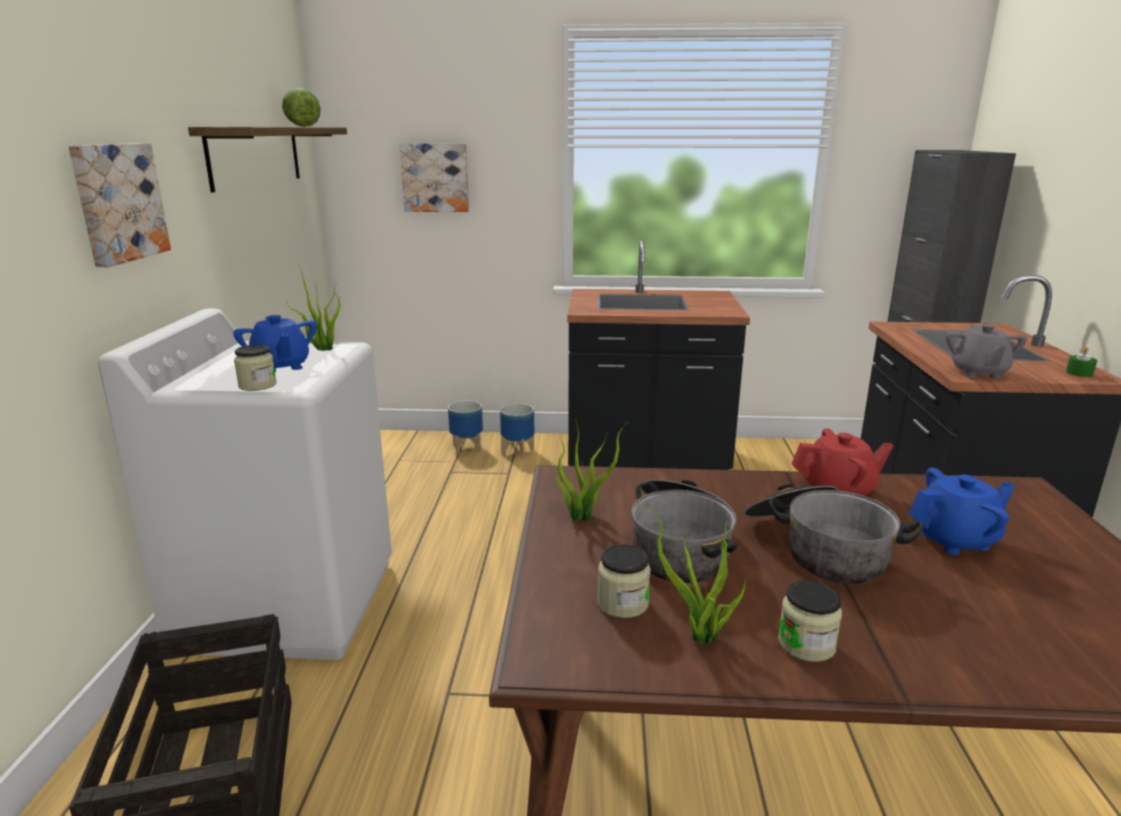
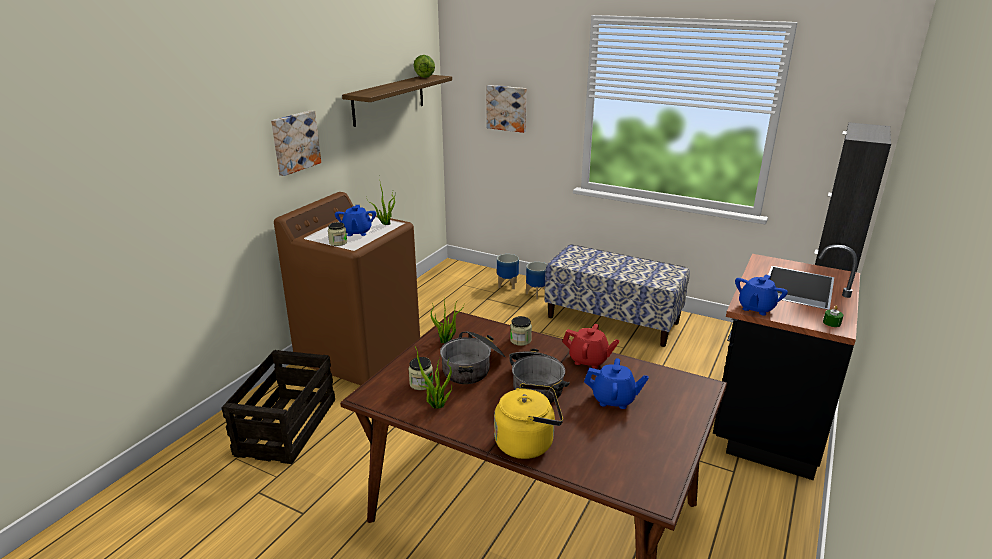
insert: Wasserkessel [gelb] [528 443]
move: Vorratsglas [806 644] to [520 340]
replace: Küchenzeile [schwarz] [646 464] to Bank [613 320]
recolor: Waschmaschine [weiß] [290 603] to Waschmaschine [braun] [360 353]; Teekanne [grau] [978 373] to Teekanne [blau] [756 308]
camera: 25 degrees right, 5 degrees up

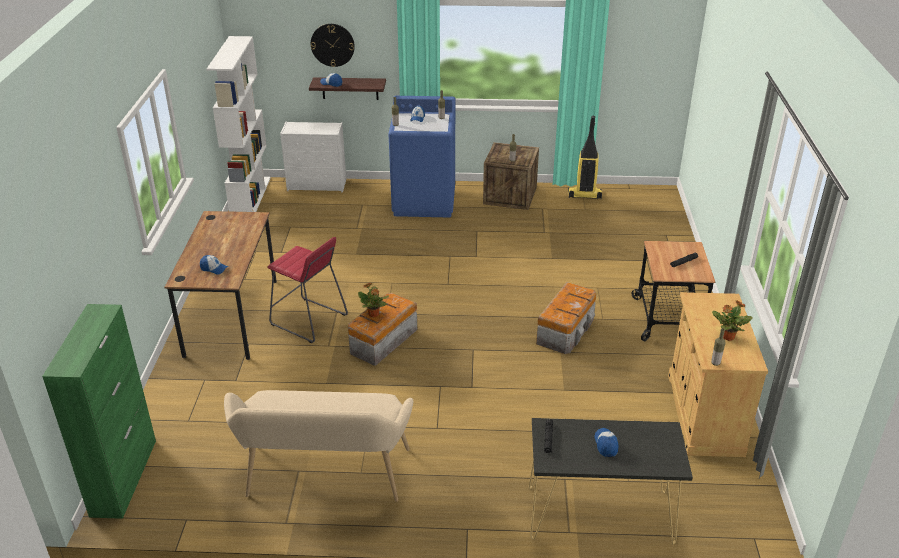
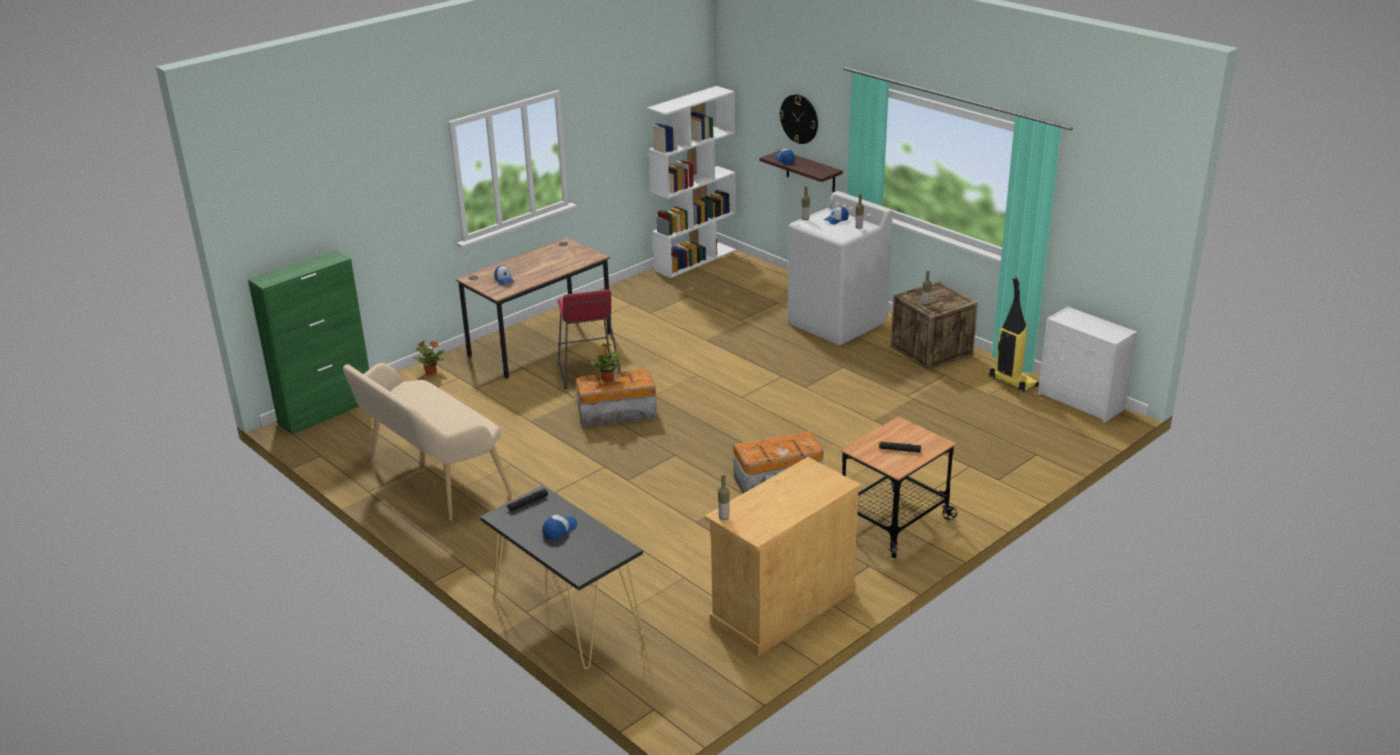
move: Kommode [weiß] [317 185] to [1082 402]; Topfpflanze [727 337] to [430 372]
recolor: Waschmaschine [blau] [424 202] to Waschmaschine [weiß] [837 322]
camera: 45 degrees right, 5 degrees down

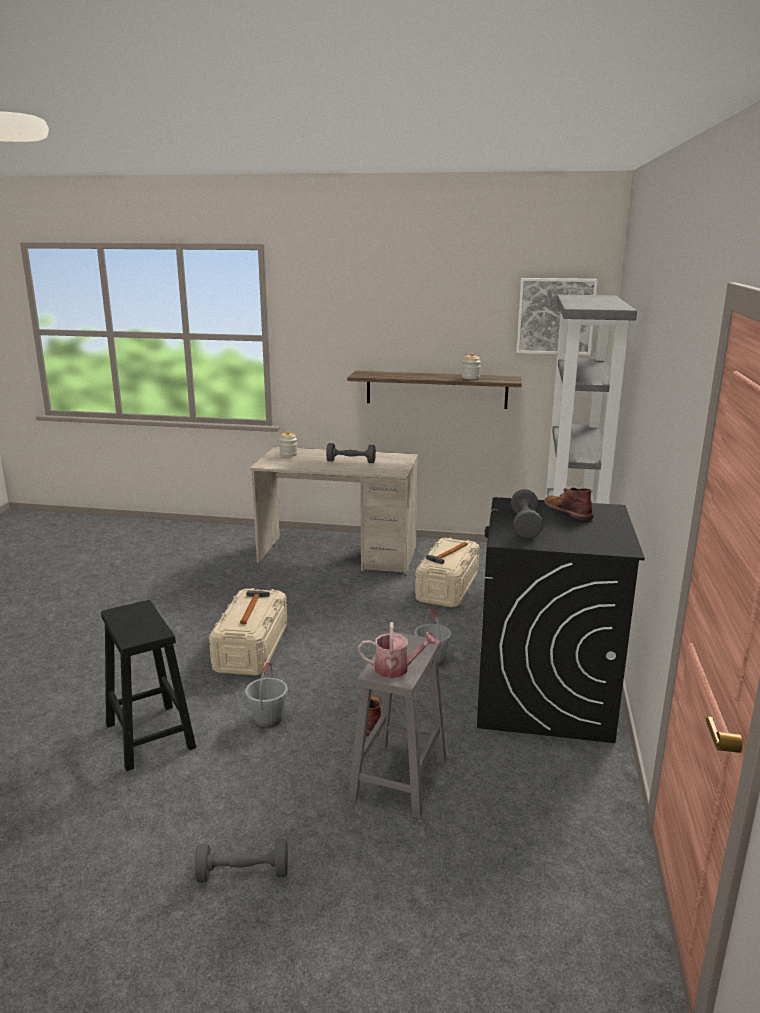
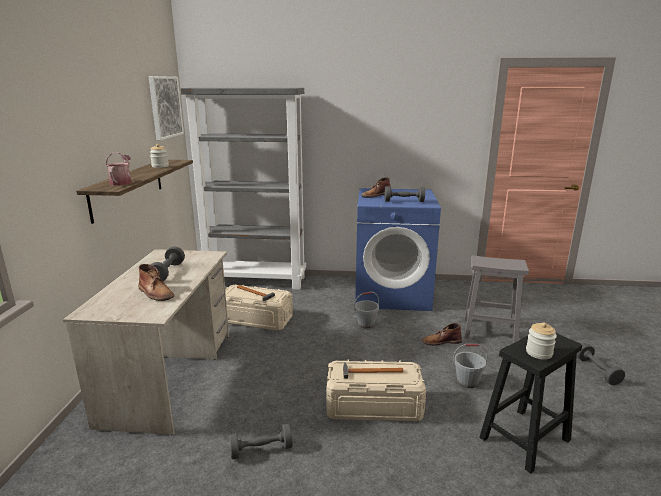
insert: Stiefel [braun] [156 293]; Hantel [grau] [261 450]
move: Vorratsglas [288 454] to [539 353]; Gießkanne [397 668] to [121 182]
recolor: Waschmaschine [schwarz] [544 696] to Waschmaschine [blau] [392 294]
camera: 95 degrees left, 0 degrees up

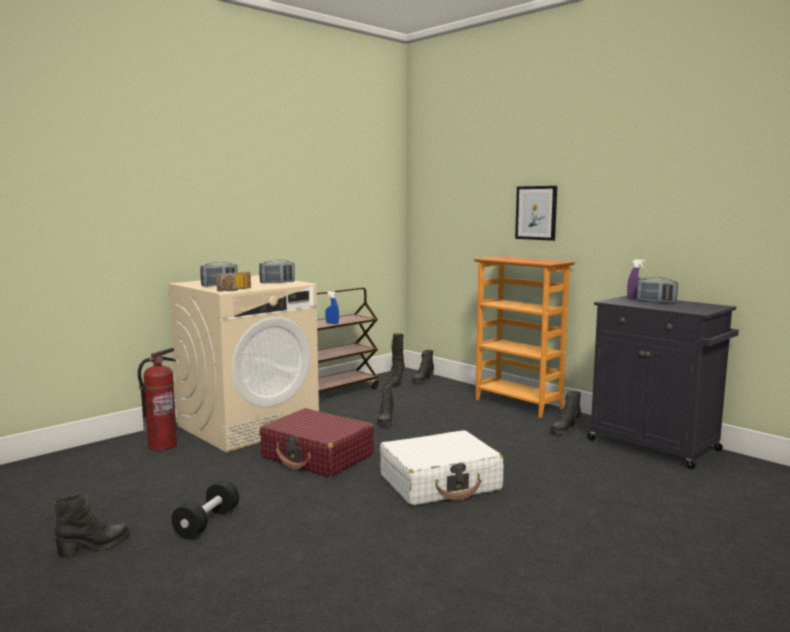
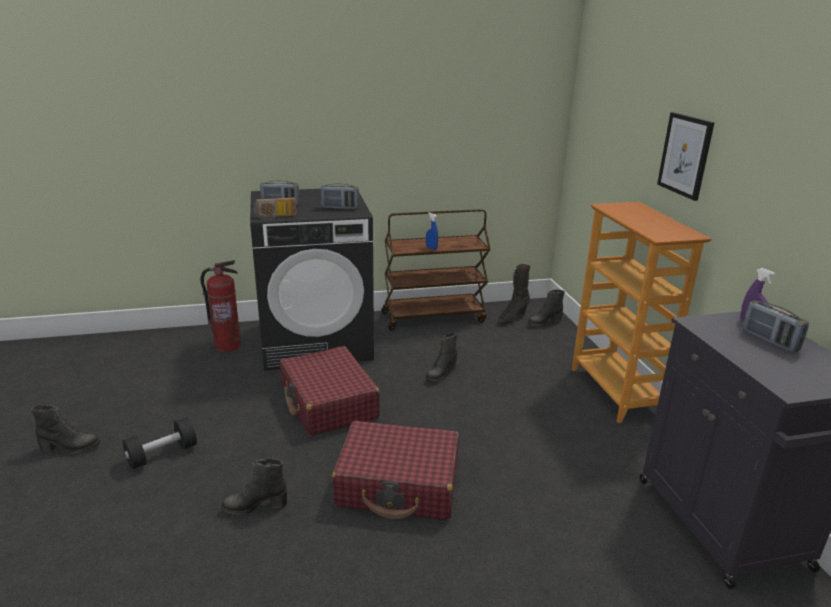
move: Stiefel [schwarz] [564 430] to [255 506]
recolor: Waschmaschine [beige] [248 425] to Waschmaschine [schwarz] [316 341]; Koffer [weiß] [440 483] to Koffer [rot] [398 484]
camera: 30 degrees right, 15 degrees up

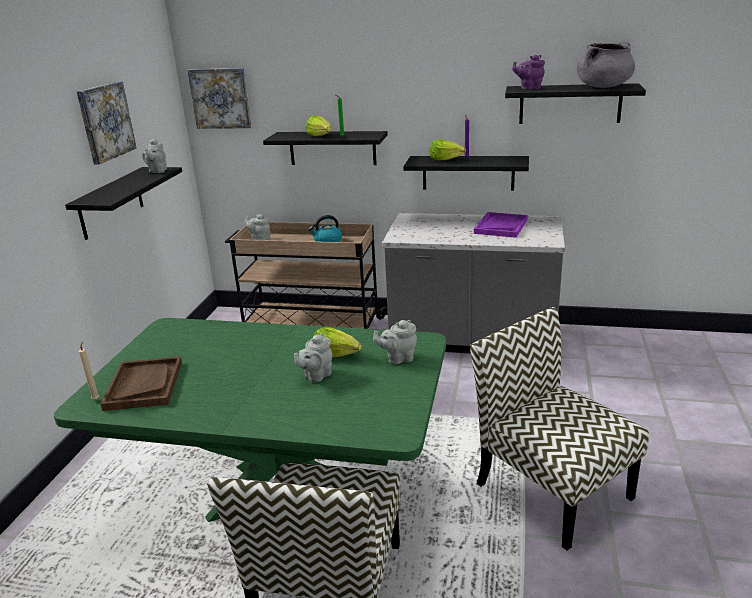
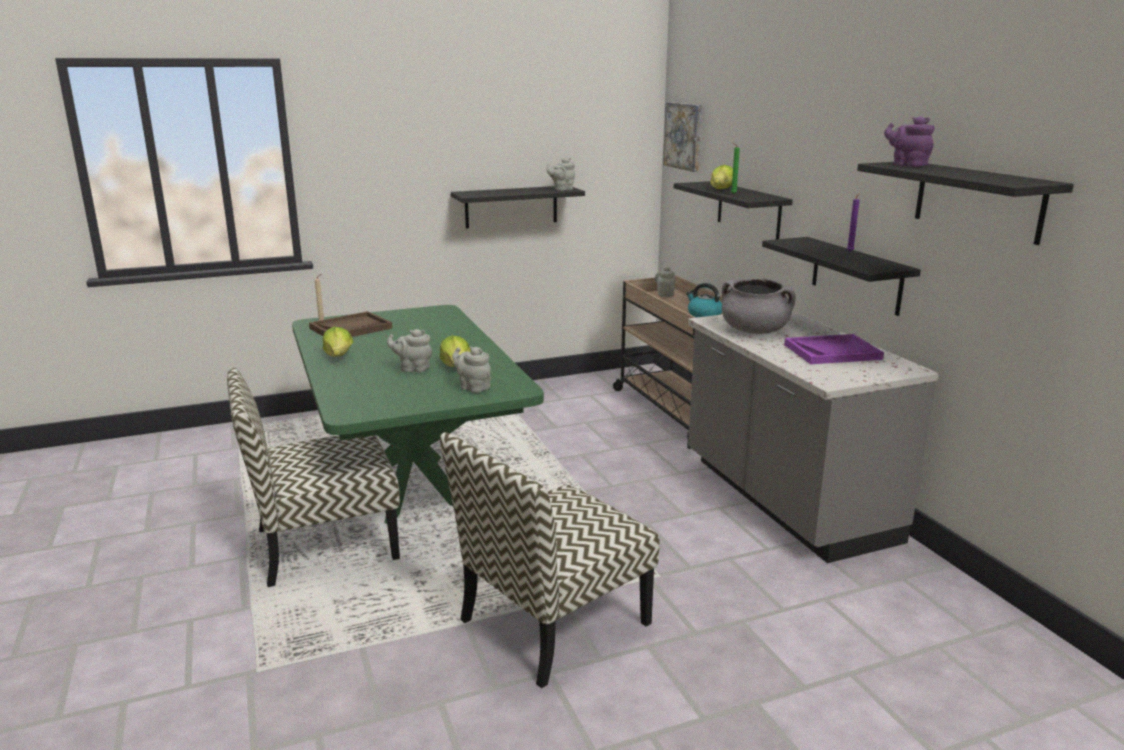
delete: Bild [105 121]
move: Salatkopf [446 159] to [339 356]; Kochtopf [grau] [603 87] to [754 331]
rotate: Stuhl [551 489] = [553 624] 150 degrees counterclockwise
camera: 55 degrees right, 5 degrees down

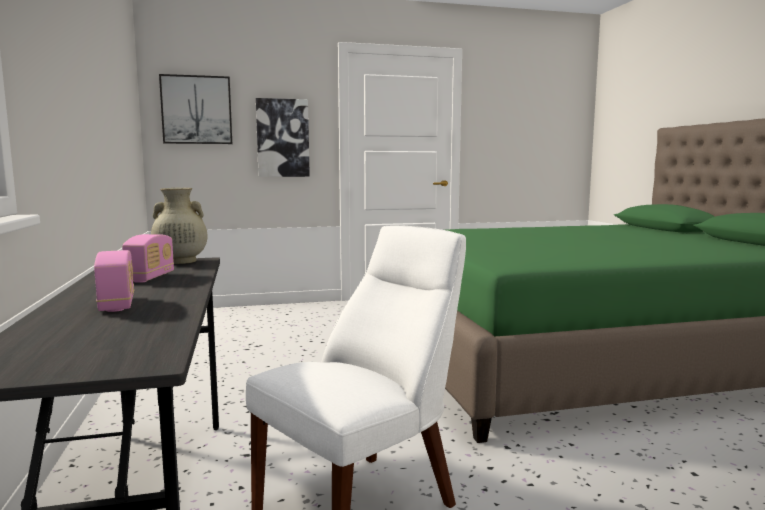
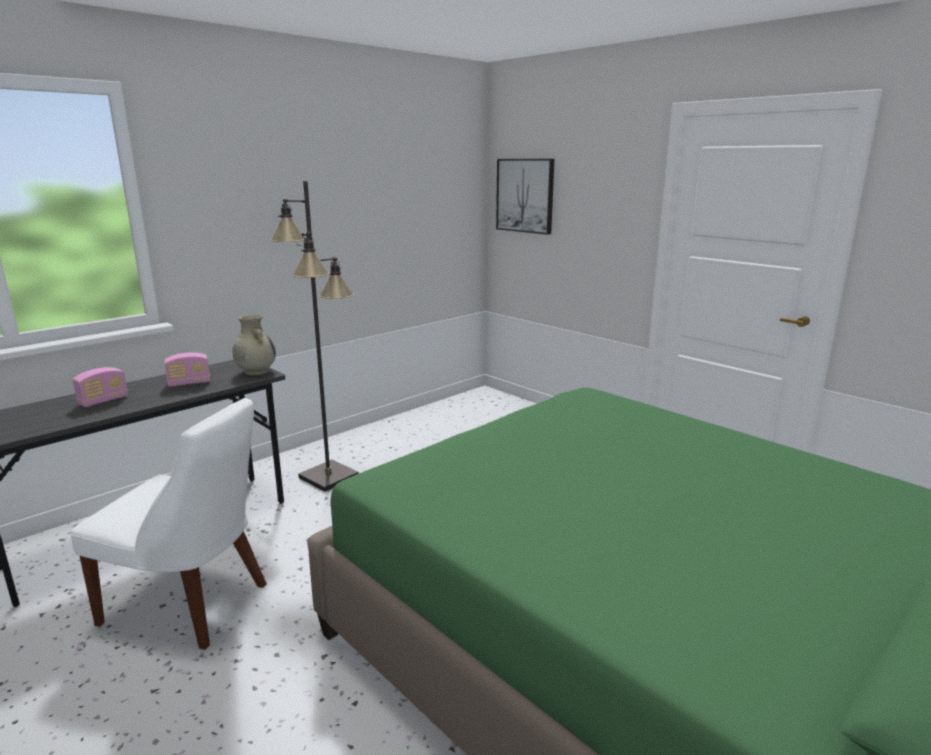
delete: Bild [282 138]
insert: Stehlampe [schwarz] [328 476]
camera: 60 degrees right, 10 degrees up

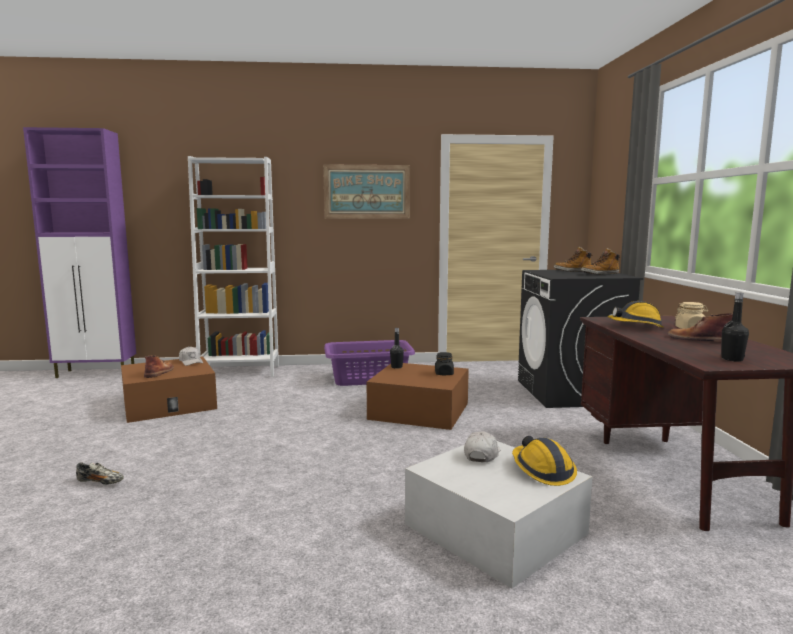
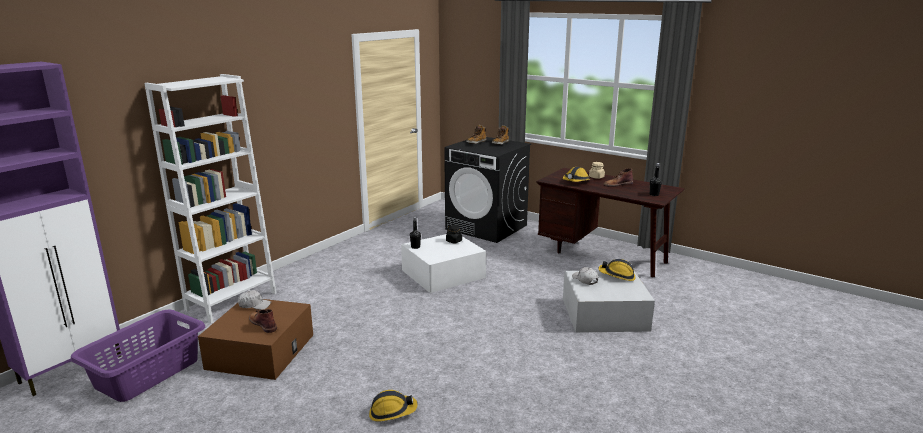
delete: Bild [367 192]
move: Wäschekorb [lila] [369 378] to [148 373]
replace: Schuh [101 482] to Schutzhelm [392 412]
recolor: Aufbewahrungsbox [braun] [419 411] to Aufbewahrungsbox [weiß] [443 274]
camera: 50 degrees left, 10 degrees up

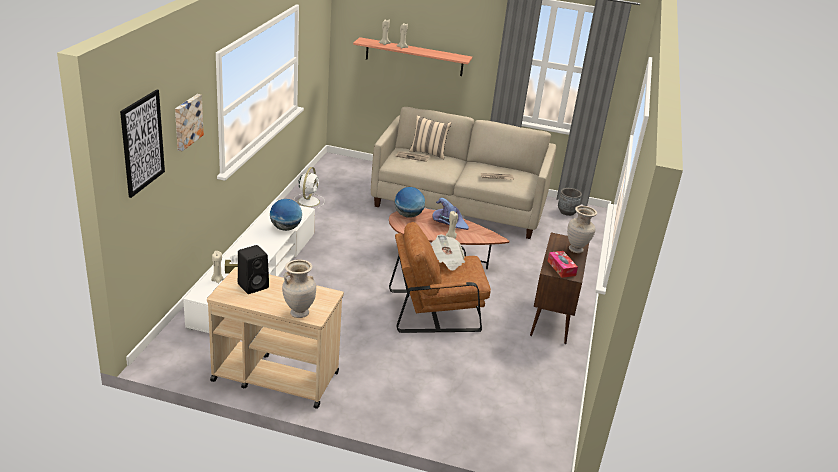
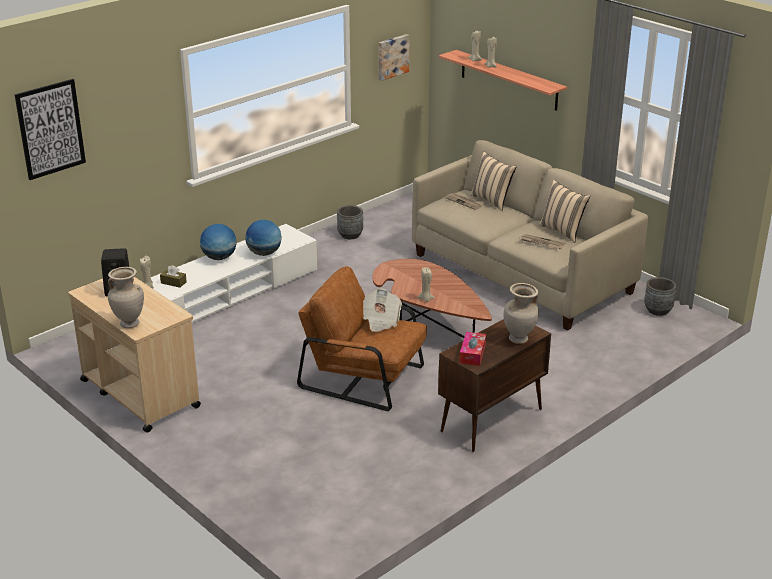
delete: Hut [lila] [449 223]
insert: Kissen [beige] [562 231]
move: Bild [187 121] to [392 56]; Globus [408 215] to [219 258]
replace: Ventilator [weiß] [309 201] to Pflanzkübel [grau] [350 235]
camera: 35 degrees right, 0 degrees up

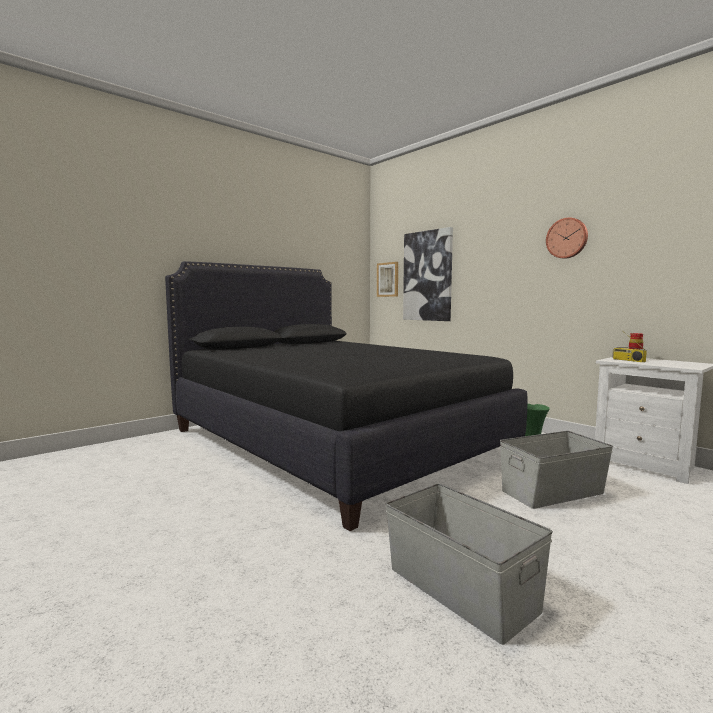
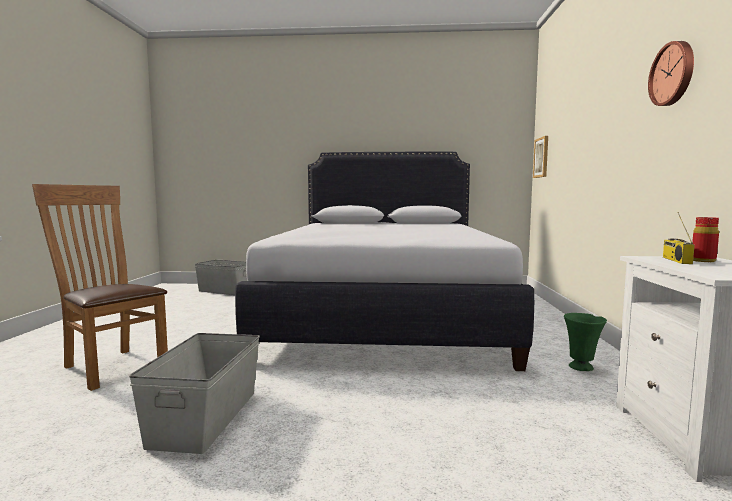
delete: Bild [427 276]
insert: Stuhl [braun] [111 366]
move: Aufbewahrungsbox [grau] [553 492] to [226 291]
recolor: Bett [schwarz] [332 441] to Bett [weiß] [384 314]
camera: 45 degrees right, 0 degrees up

